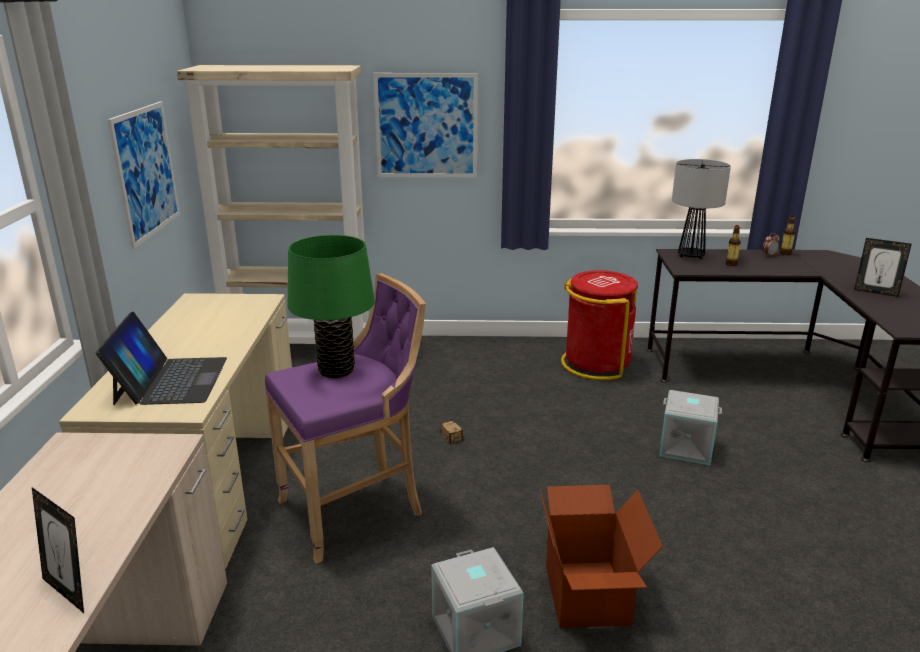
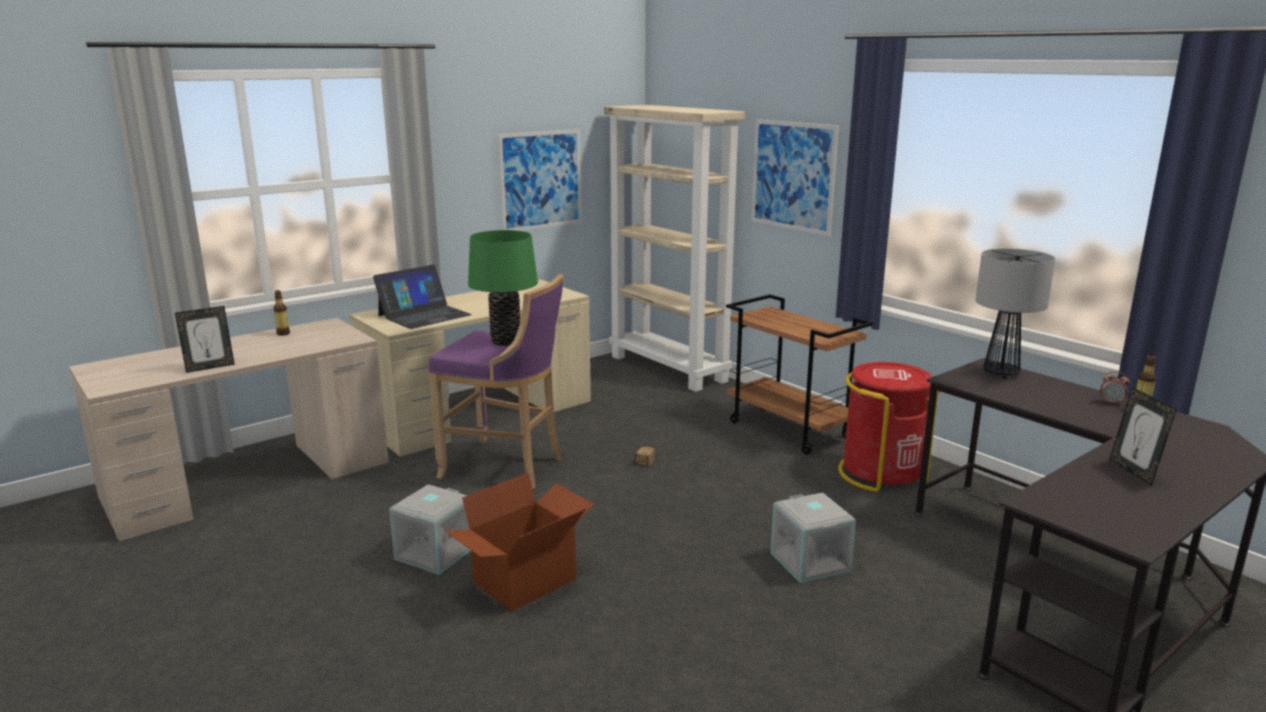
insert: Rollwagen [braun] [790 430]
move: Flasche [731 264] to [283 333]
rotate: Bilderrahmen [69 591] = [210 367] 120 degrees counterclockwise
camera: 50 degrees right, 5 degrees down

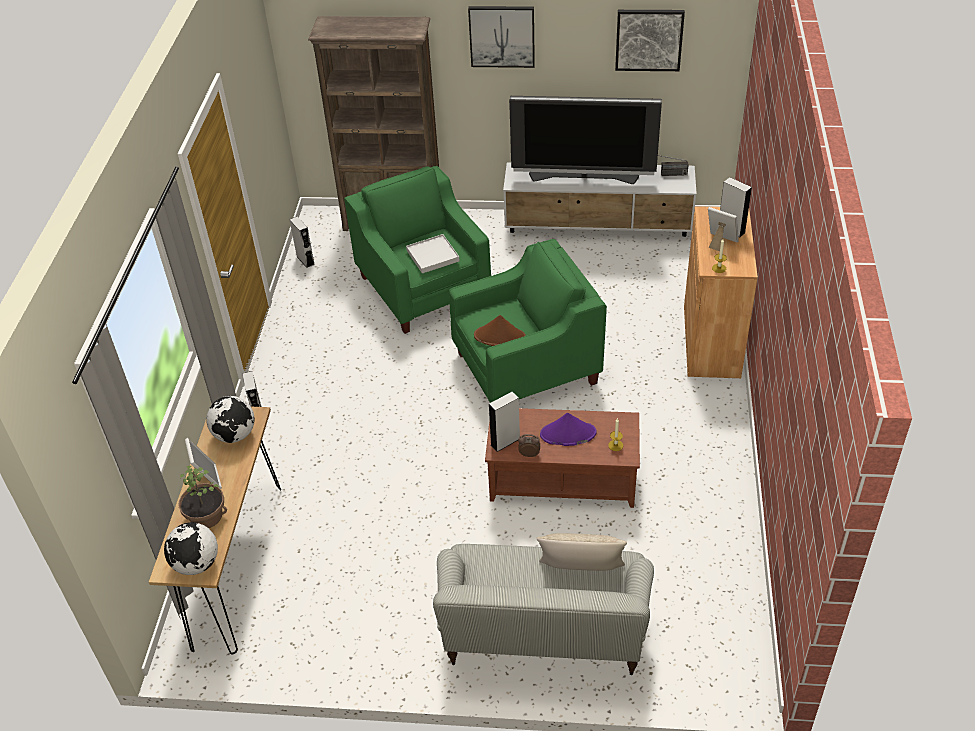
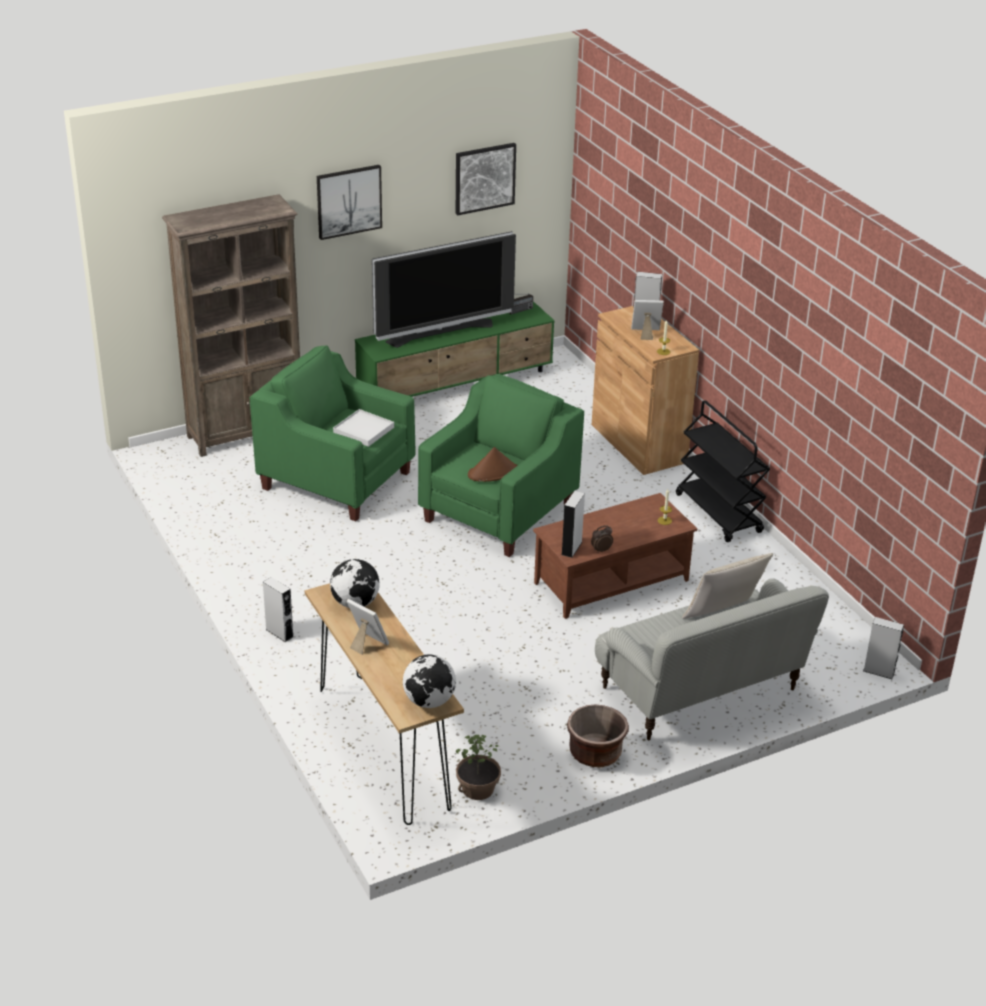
delete: Hut [lila] [567 434]
insert: Pflanzkübel [braun] [595 754]; Rollwagen [schwarz] [719 514]
move: Topfpflanze [206 516] to [478 789]; Lautsprecher [grau] [305 260] to [879 671]
recolor: Fernsehschrank [weiß] [598 227] to Fernsehschrank [grün] [456 385]
camera: 35 degrees left, 10 degrees down

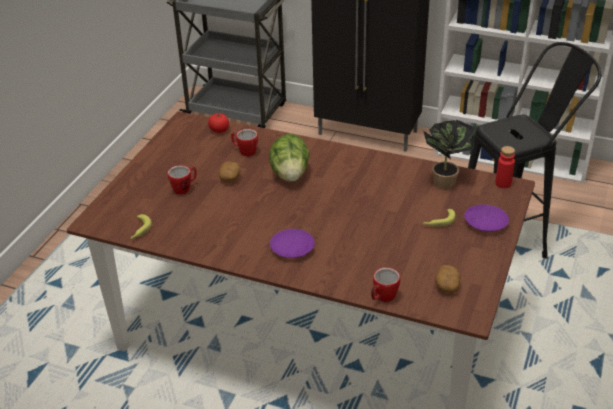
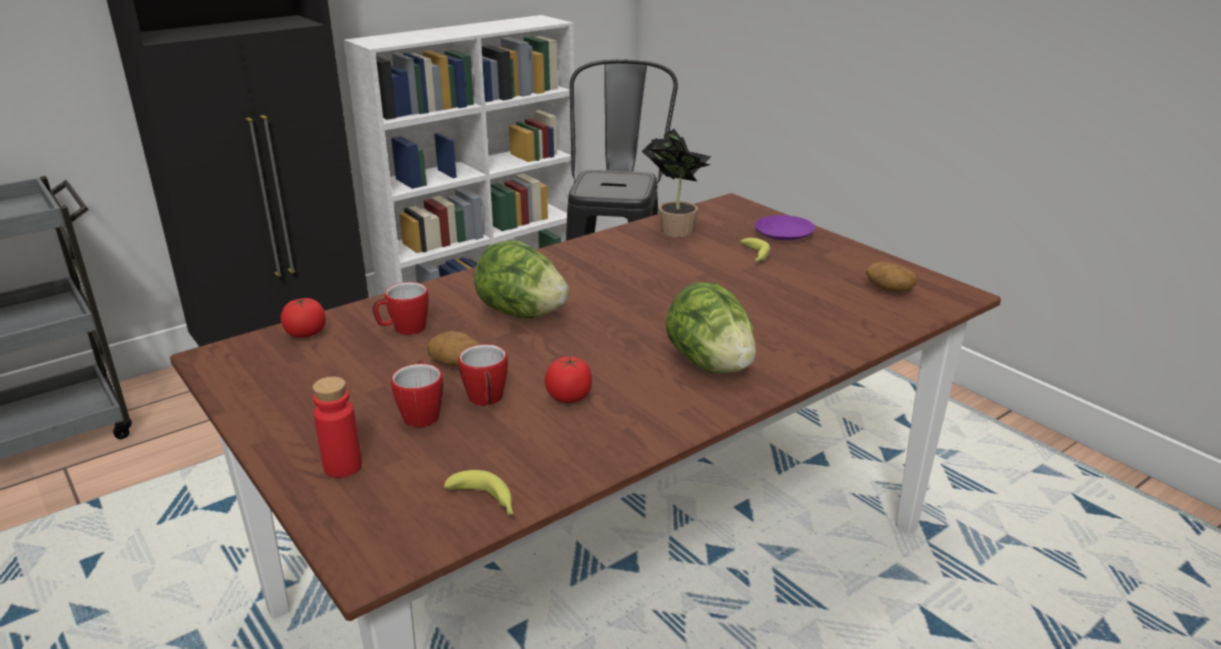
insert: Tomate [569 396]
move: Henkelbecher [382 298] to [486 401]; Flasche [rot] [503 183] to [343 466]
replace: Teller [lila] [292 248] to Salatkopf [709 364]
camera: 60 degrees left, 10 degrees down

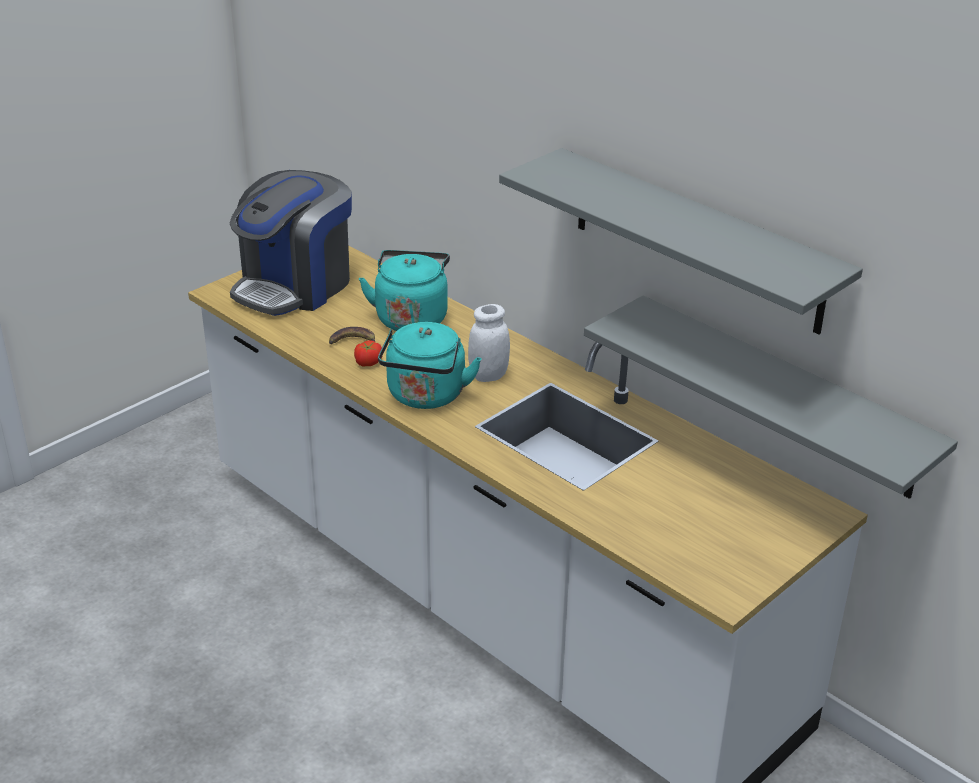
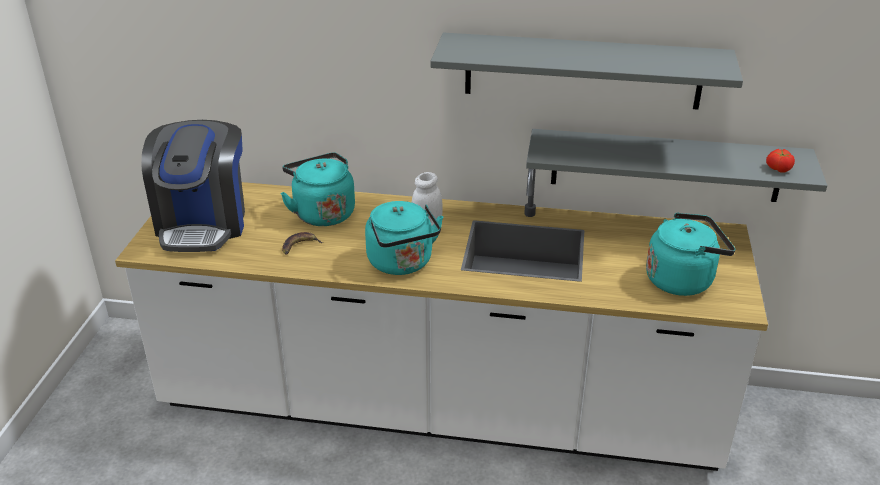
insert: Wasserkessel [türkis] [682 279]
move: Tomate [367 362] to [778 169]
camera: 35 degrees left, 0 degrees up

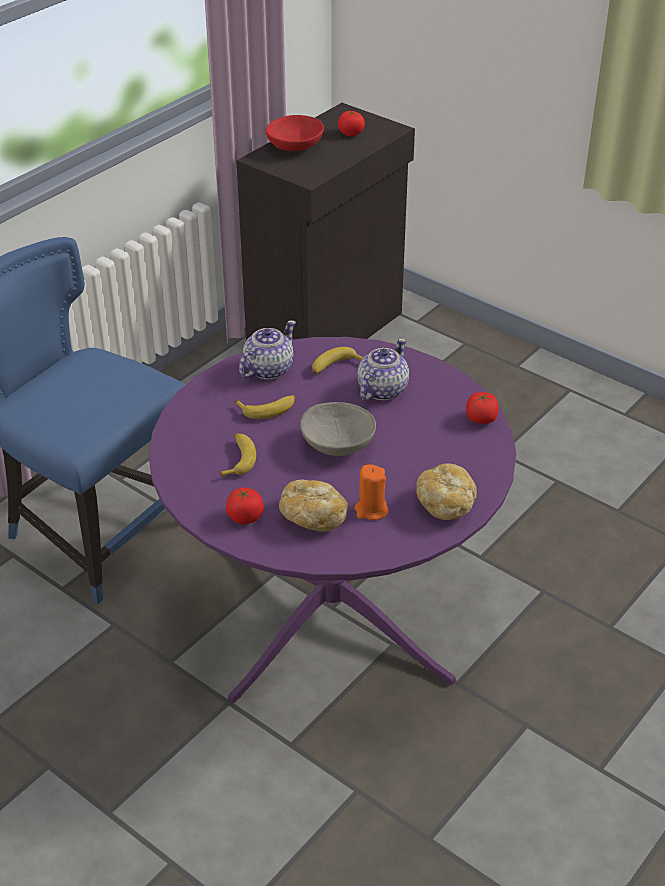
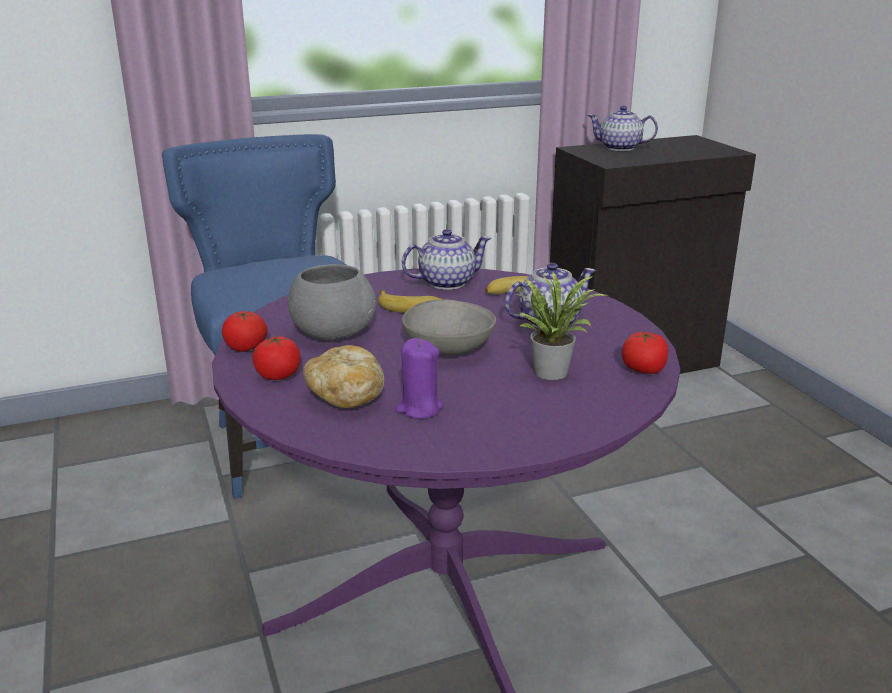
delete: Brot [446 503]
insert: Topfpflanze [552 370]
move: Tomate [351 133] to [245 347]
replace: Banane [238 459] to Schüssel [grau] [332 333]; Schüssel [rot] [295 147] to Teekanne [620 148]
recolor: Kerze [orange] [371 510] to Kerze [lila] [419 408]
camera: 30 degrees right, 15 degrees down

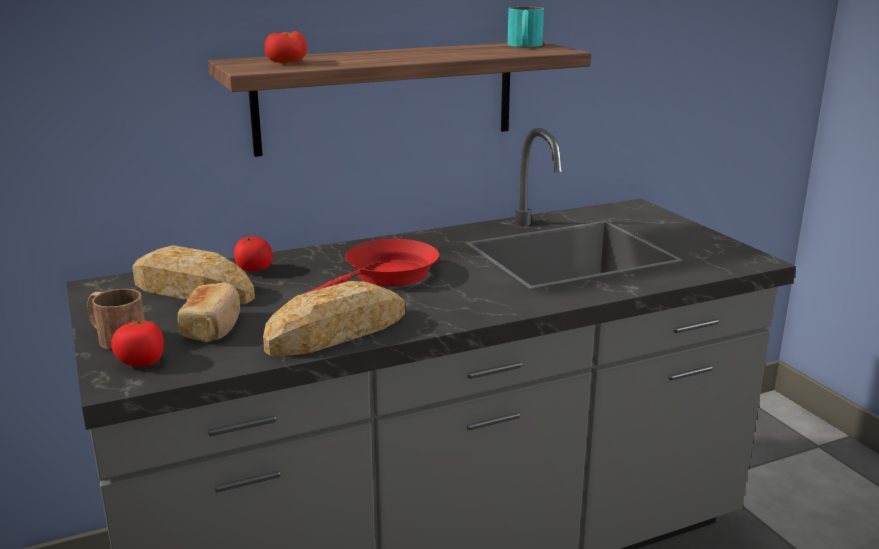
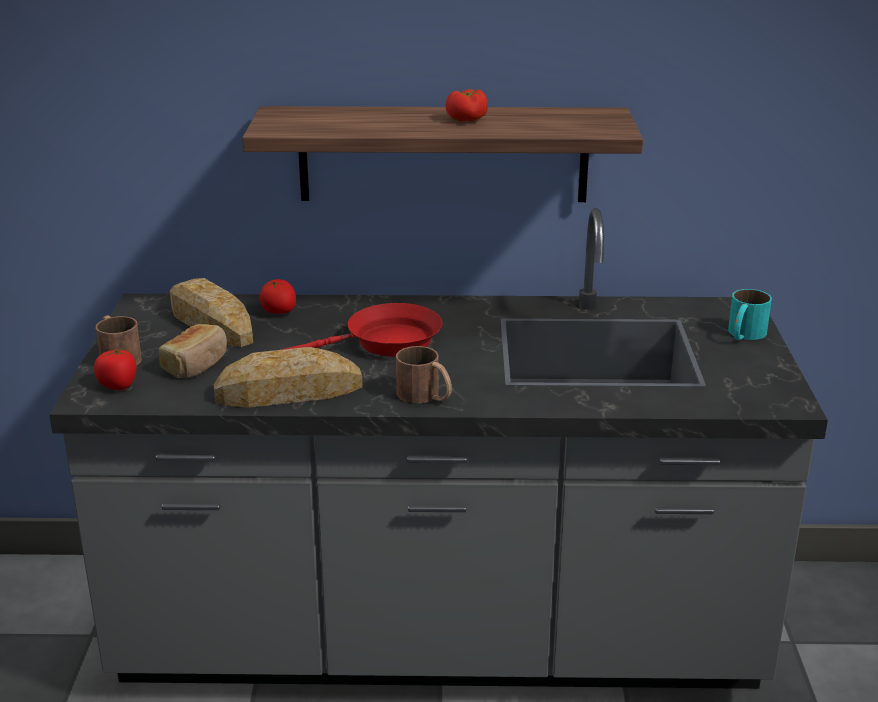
insert: Henkelbecher [braun] [425 396]
move: Tomate [288 62] to [467 119]; Henkelbecher [türkis] [524 45] to [744 335]
camera: 25 degrees right, 5 degrees up

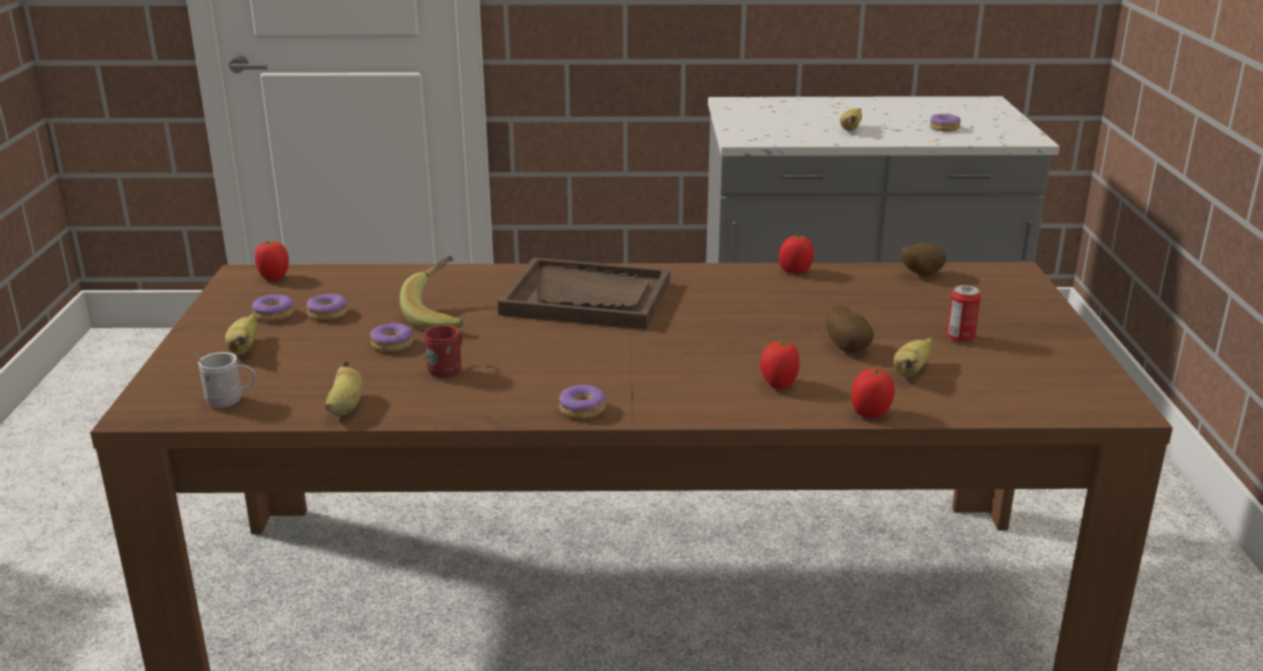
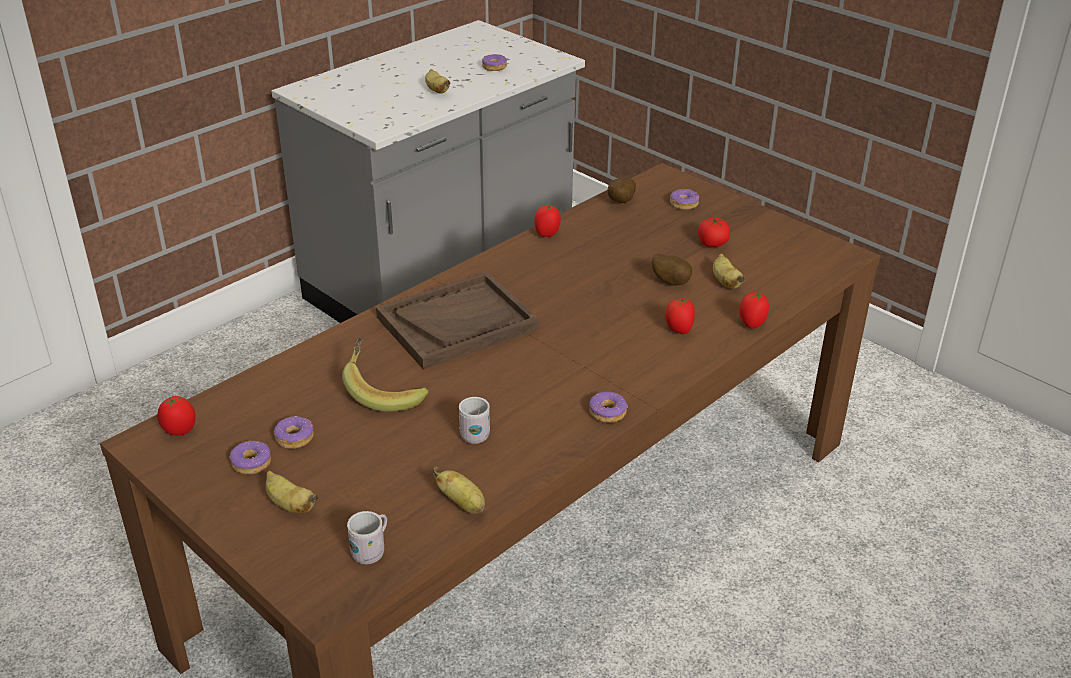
move: Donut [392 344] to [684 204]
replace: Dose [960 338] to Tomate [712 244]
recolor: Henkelbecher [rot] [447 370] to Henkelbecher [weiß] [473 433]
camera: 45 degrees left, 10 degrees up

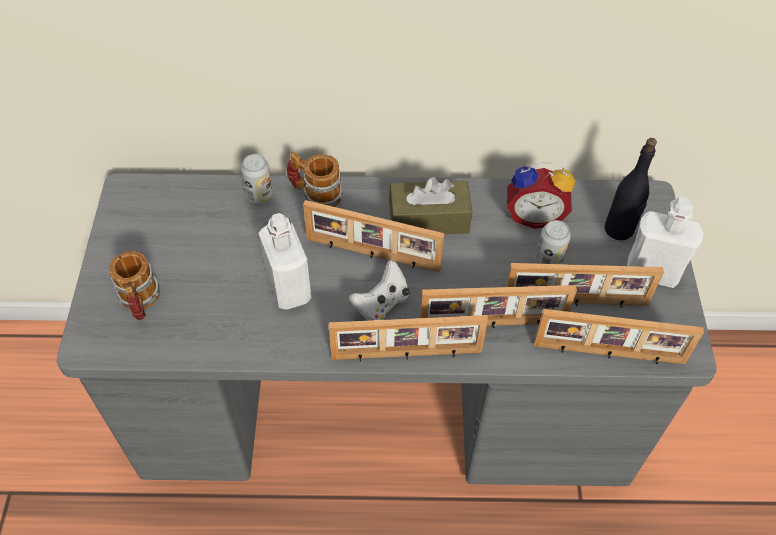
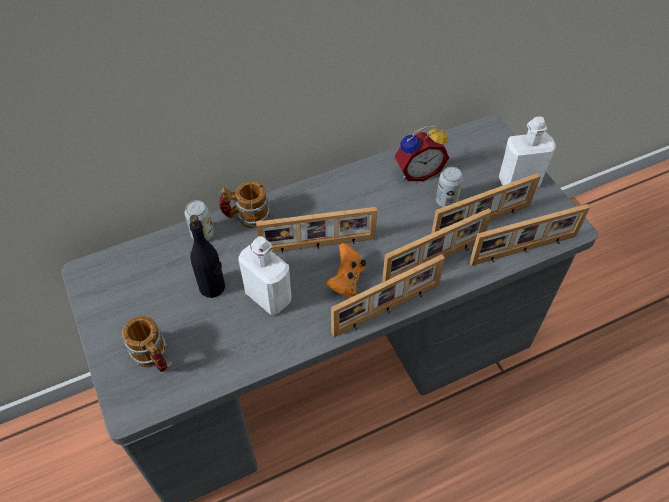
delete: Taschentuchbox [braun] [429 219]
move: Flasche [schwarz] [619 229] to [212 287]
recolor: Gamepad [weiß] [381 304] to Gamepad [orange] [346 280]
camera: 25 degrees left, 0 degrees up

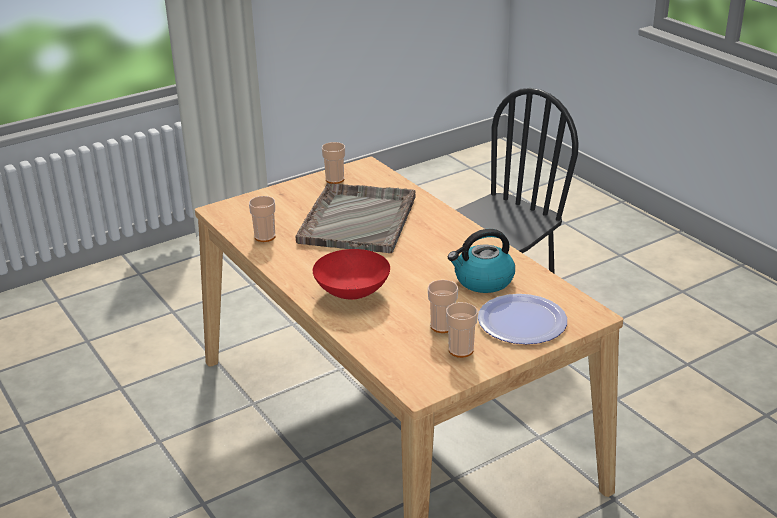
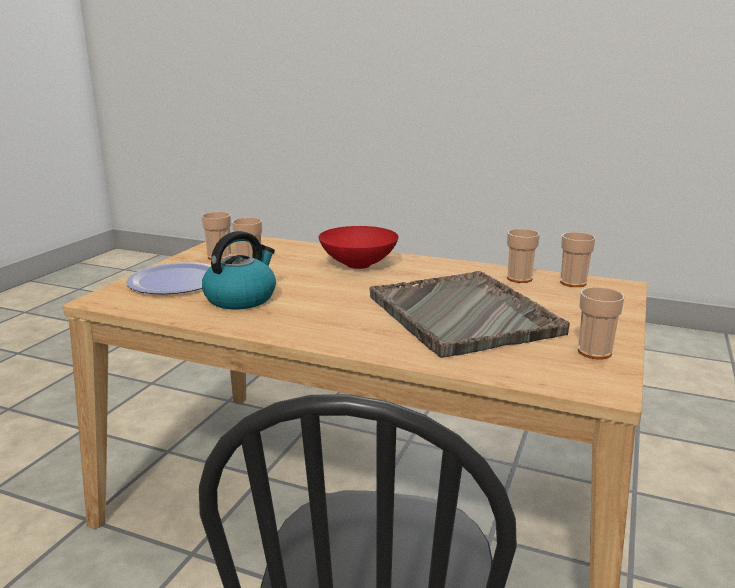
insert: Tasse [573 283]
camera: 145 degrees right, 10 degrees down

